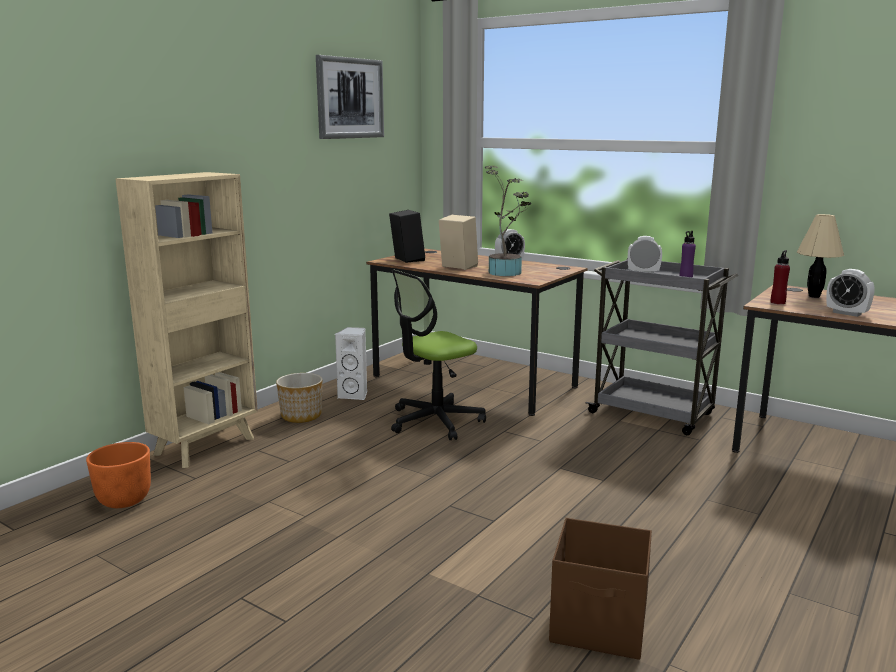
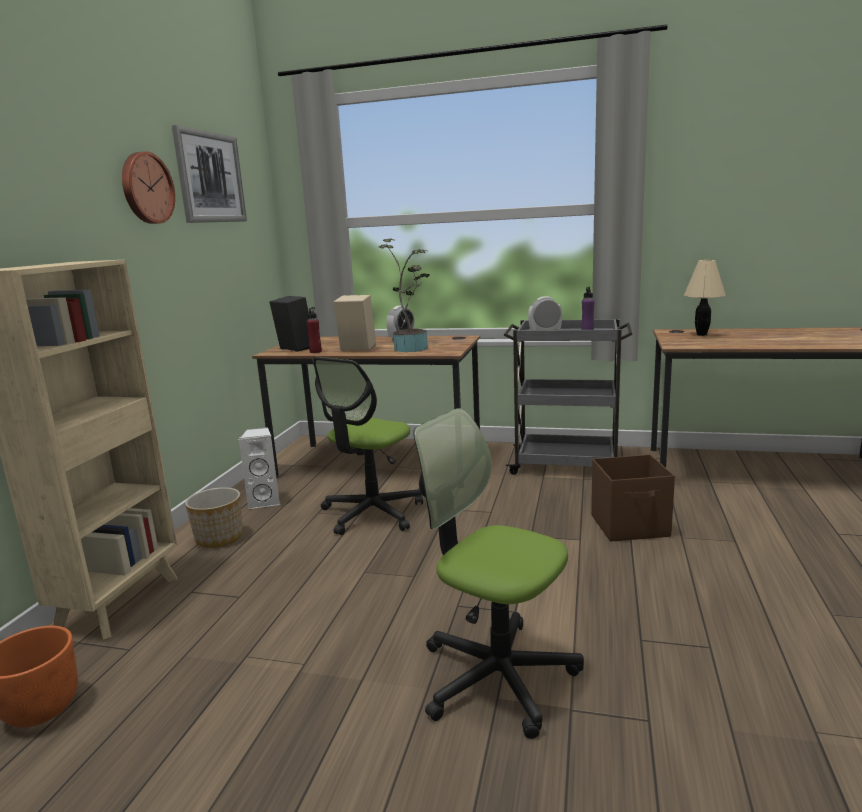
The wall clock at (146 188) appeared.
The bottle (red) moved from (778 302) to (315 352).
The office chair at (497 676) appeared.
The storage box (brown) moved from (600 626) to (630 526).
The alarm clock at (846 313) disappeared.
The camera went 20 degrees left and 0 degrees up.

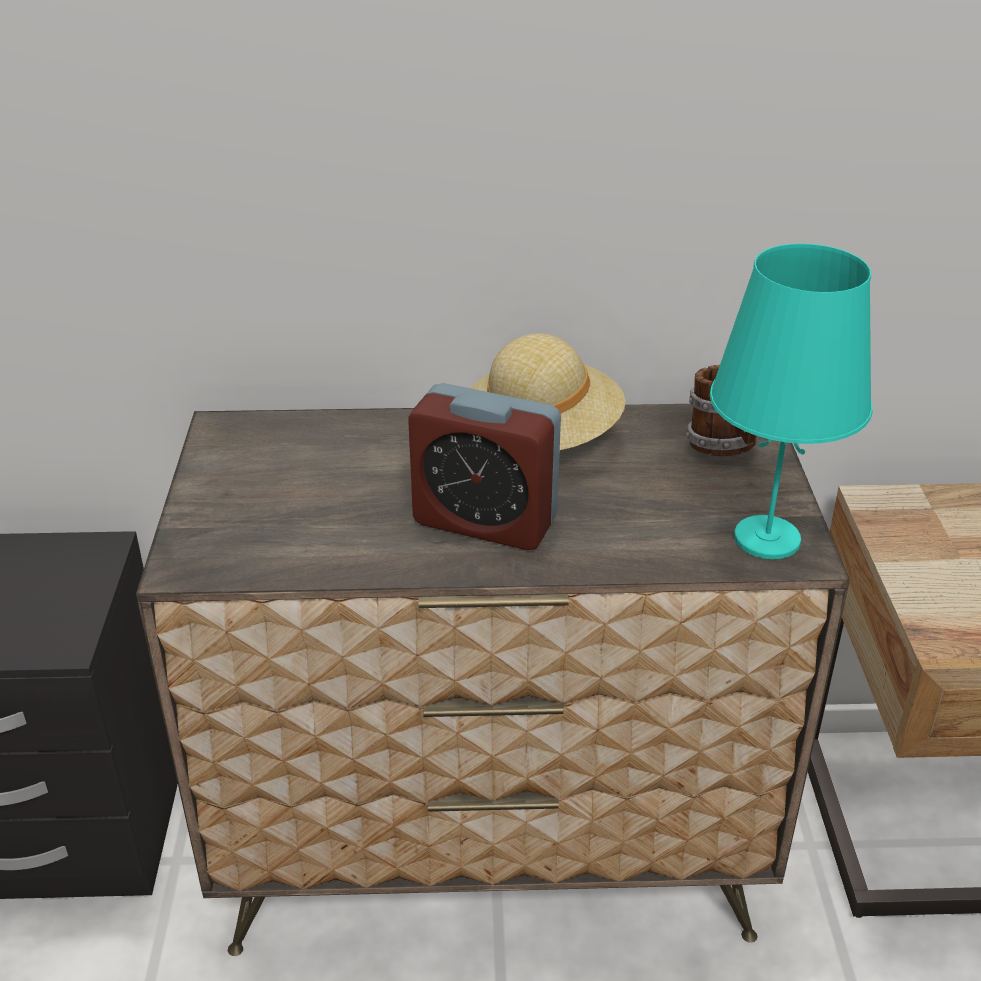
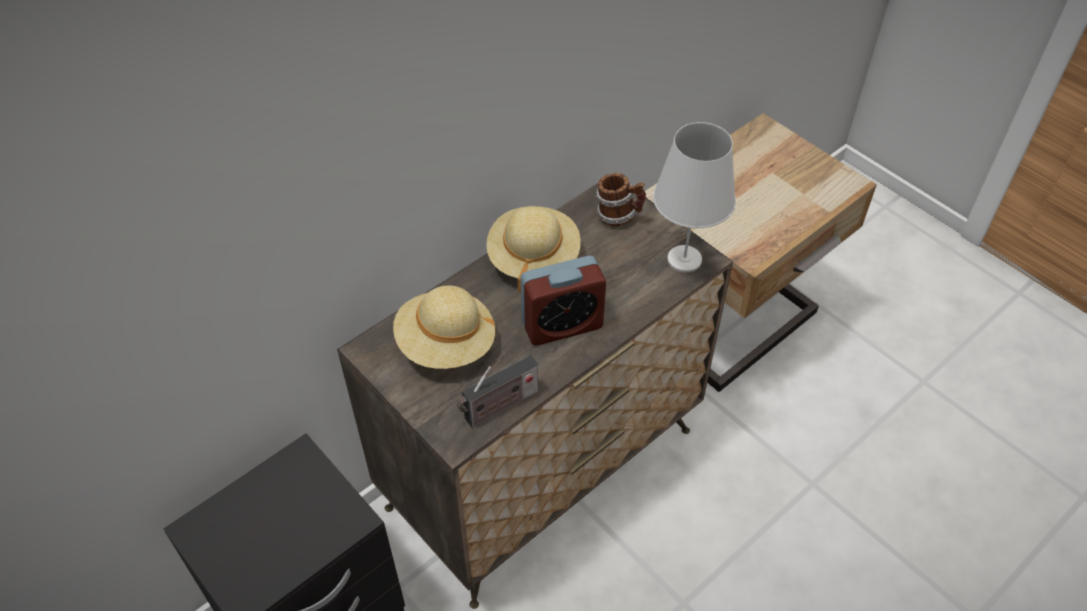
The hat (beige) at (446 344) appeared.
The radio at (498 407) appeared.
The table lamp (turquoise) at (765 538) became the table lamp (white) at (683 259).
The camera went 40 degrees left and 15 degrees up.

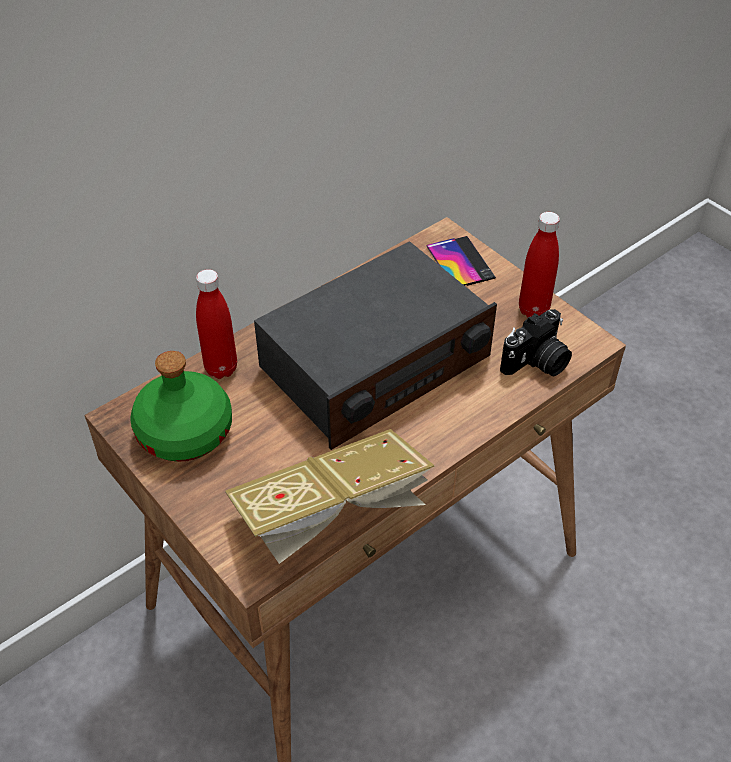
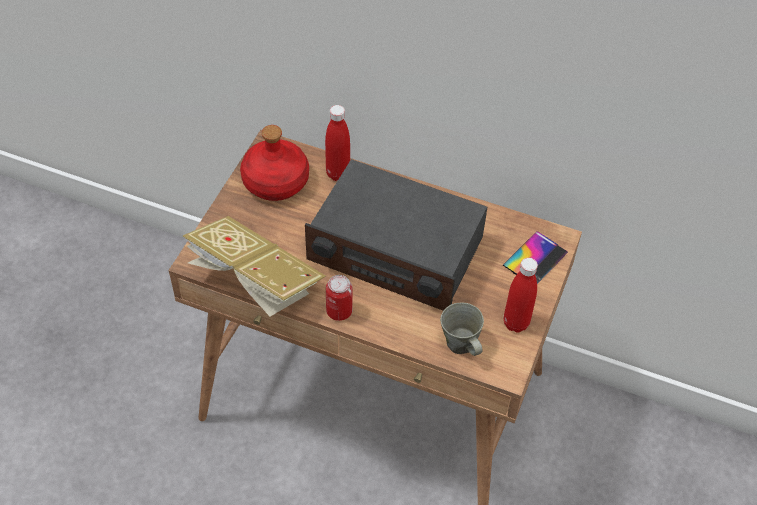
The bottle (green) at (186 432) became the bottle (red) at (276 182).
The can at (339 311) appeared.
The photo camera at (537 363) was replaced by the mug (grey) at (461 344).
The camera went 60 degrees right and 5 degrees up.

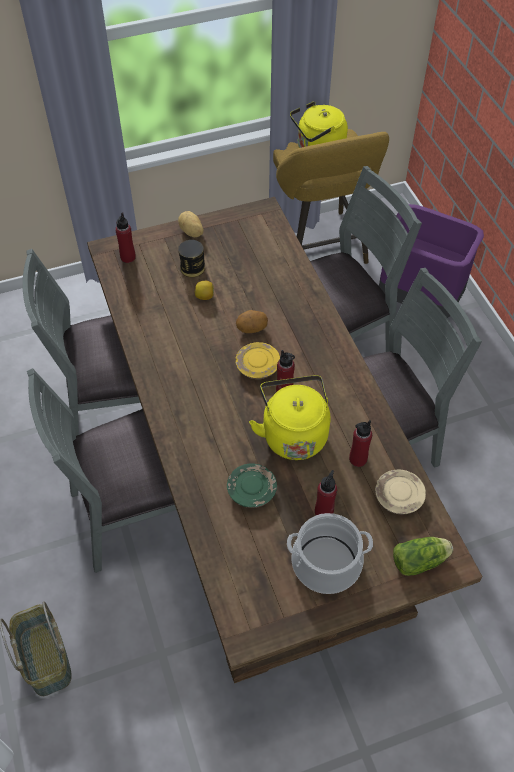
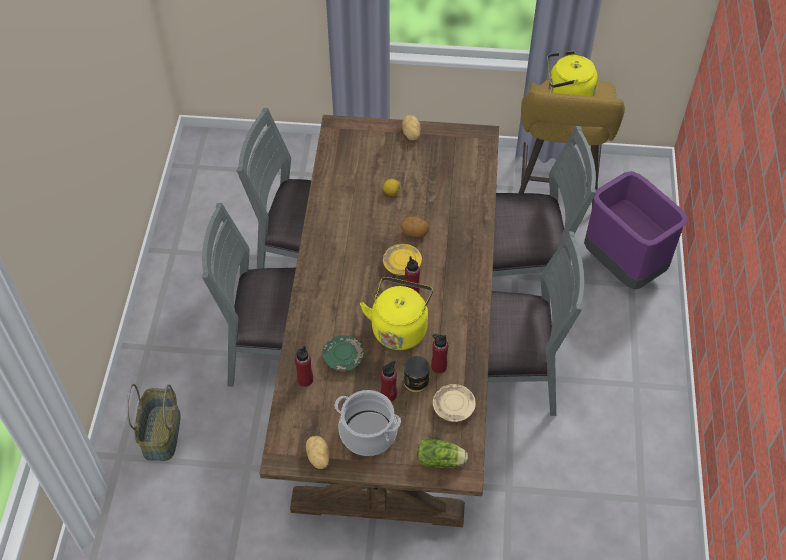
The bottle (red) moved from (128 257) to (305 380).
The potato at (317 457) appeared.
The can moved from (192 268) to (416 381).
The camera went 25 degrees right and 0 degrees up.

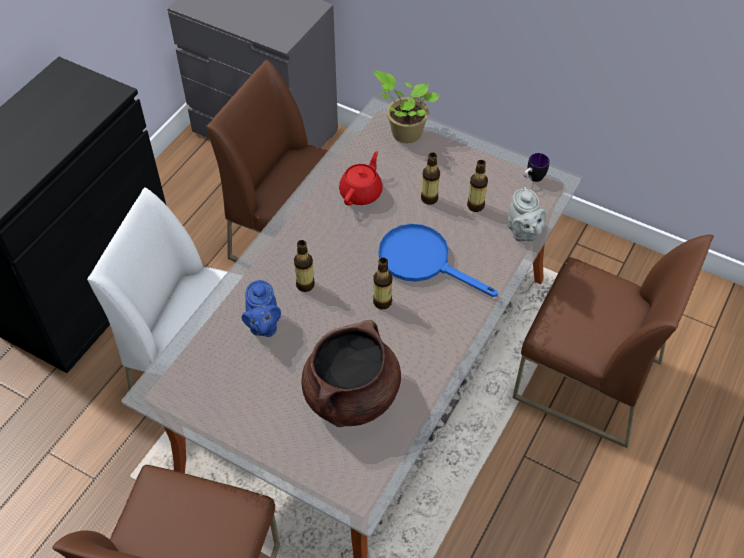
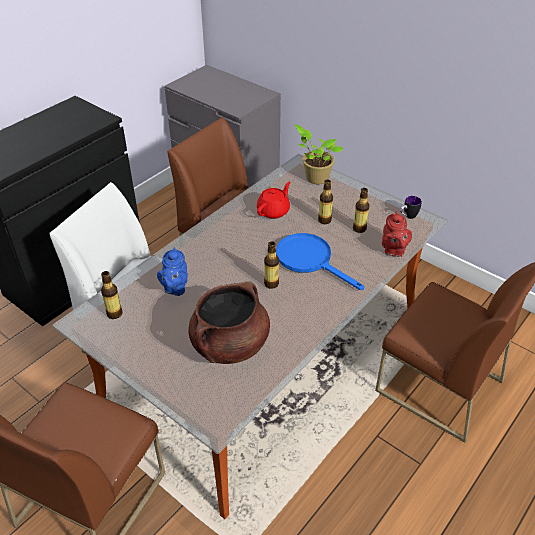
The bottle moved from (305 285) to (114 314).
The teapot (grey) at (523 232) became the teapot (red) at (393 250).
The camera went 10 degrees right and 10 degrees down.

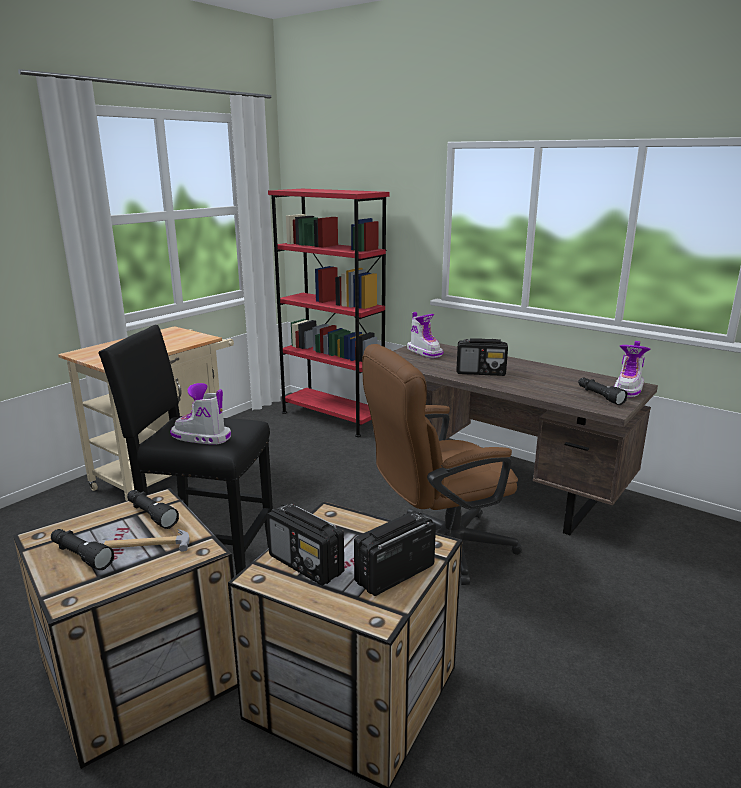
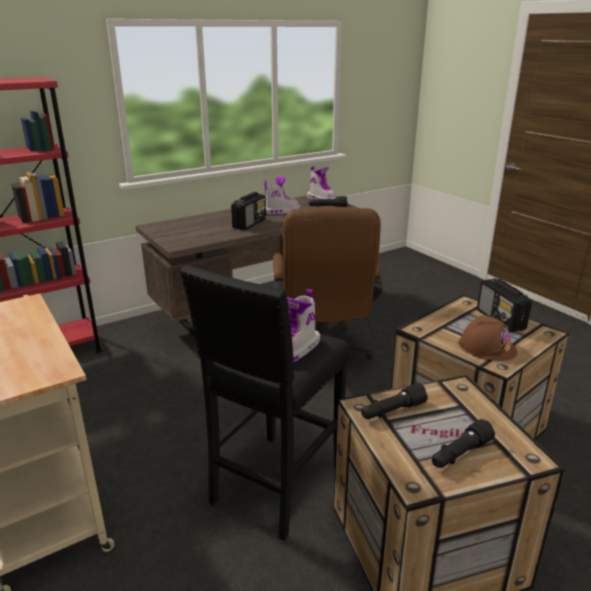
The boot moved from (424 352) to (281 211).
The radio at (306 565) was replaced by the hard hat (brown) at (487 346).
The hammer at (148 544) disappeared.
The camera went 70 degrees left and 5 degrees up.

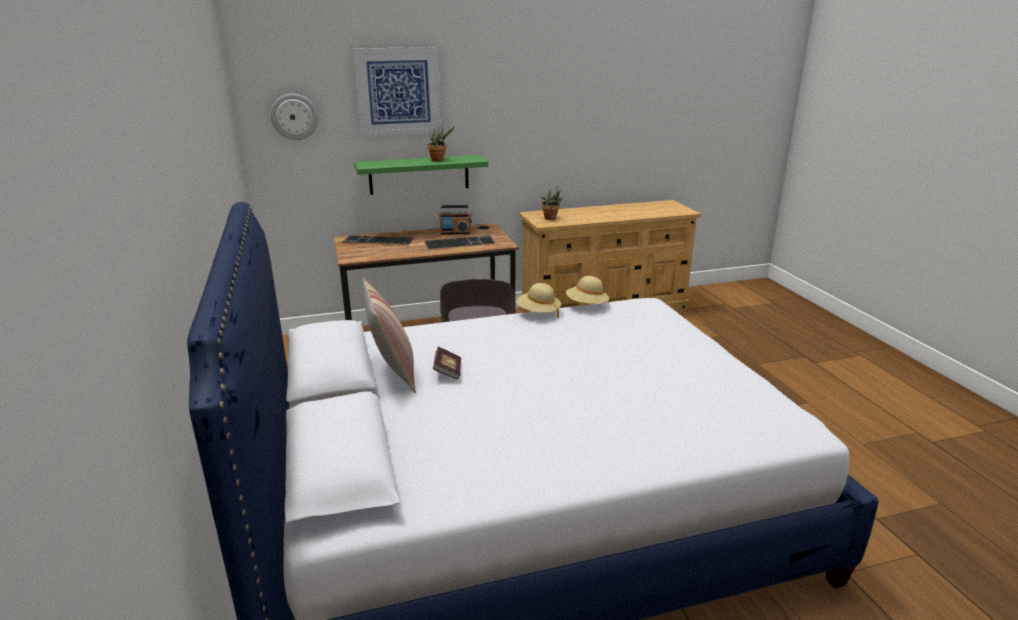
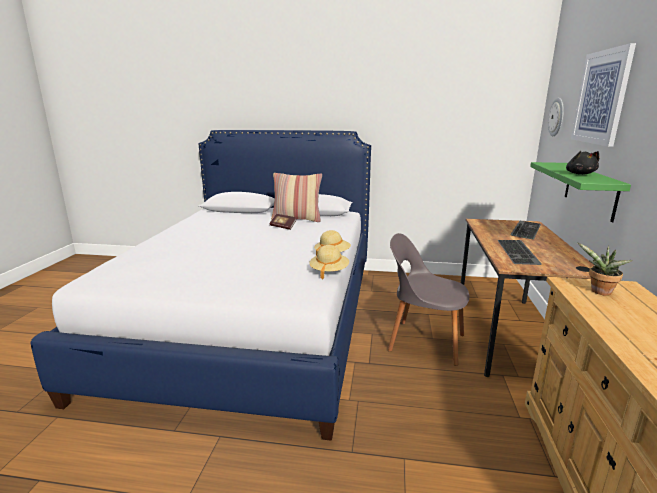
The potted plant at (439 160) was replaced by the plush toy (black) at (580 174).
The radio at (455 233) disappeared.
The camera went 115 degrees right and 5 degrees down.

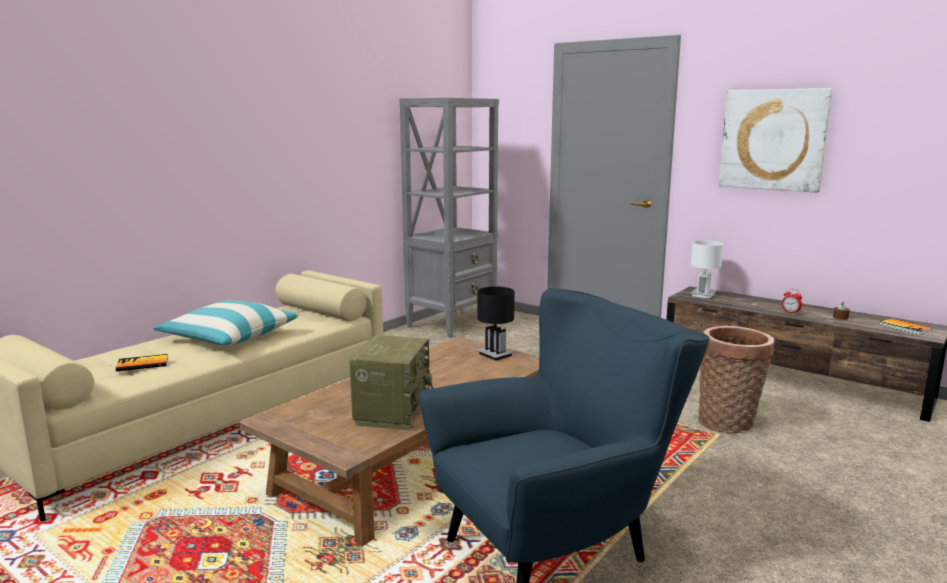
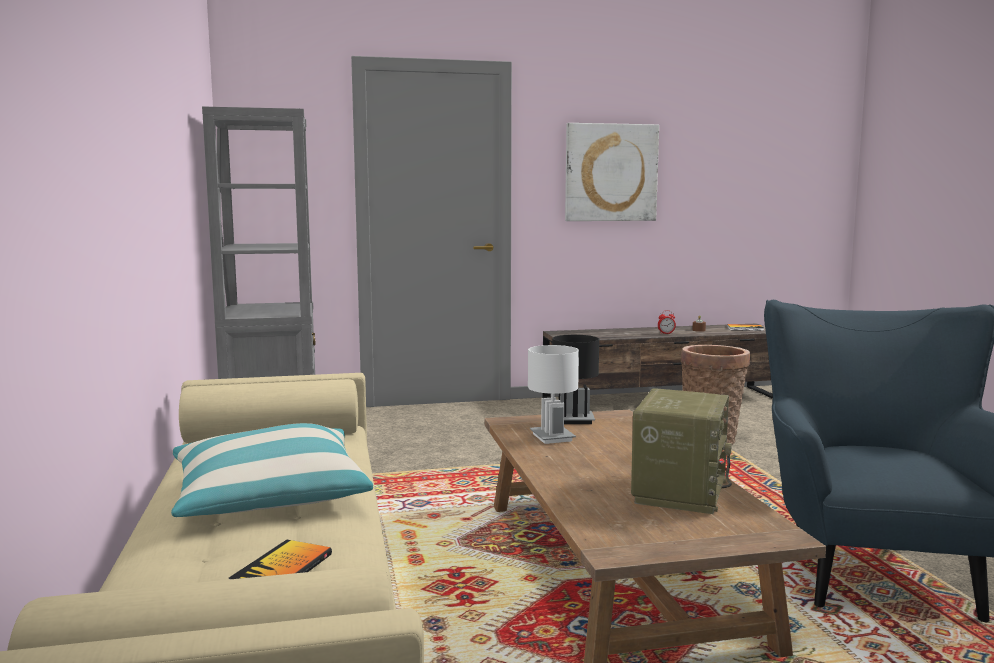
The table lamp (white) moved from (702 295) to (551 437).
The radio at (392 412) turned 60 degrees clockwise.
The camera went 50 degrees left and 5 degrees down.

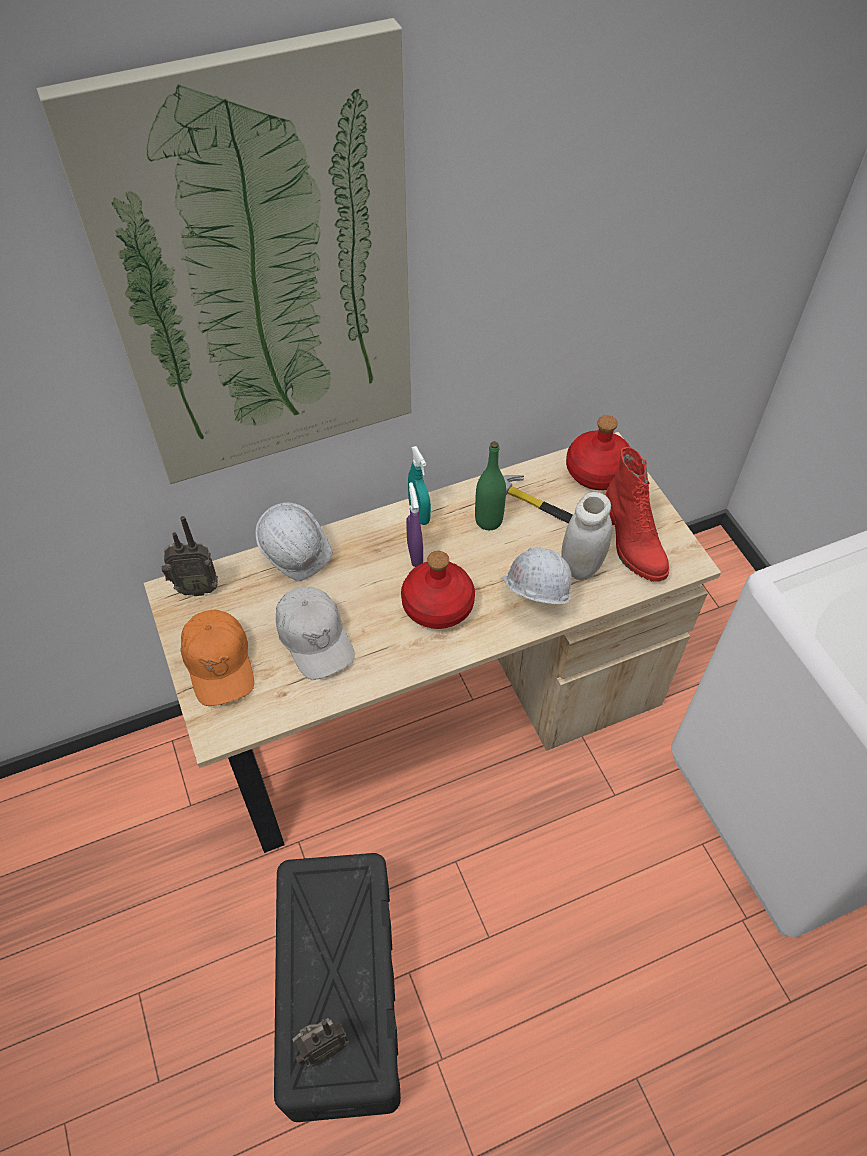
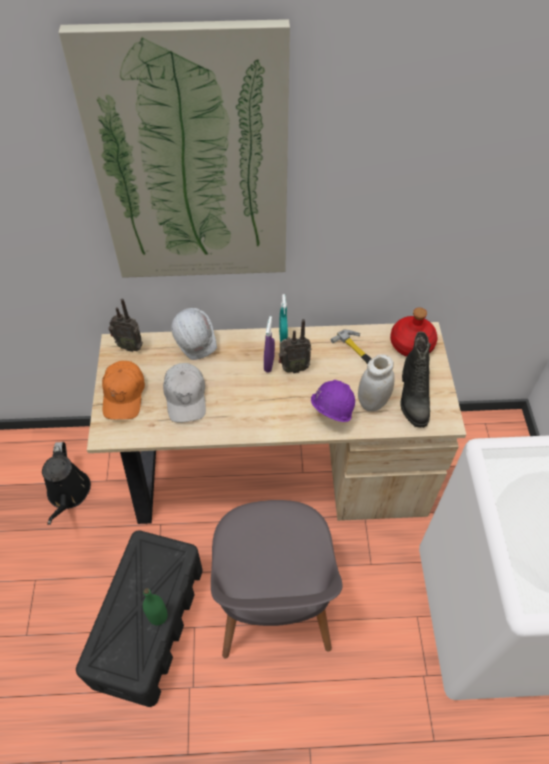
The watering can (black) at (68 494) appeared.
The bottle (green) moved from (488 520) to (158 616).
The chair (grey) at (273 601) appeared.
The radio moved from (322 1048) to (293 368).
The hard hat (white) at (531 604) became the hard hat (purple) at (329 417).
The boot (red) at (631 545) became the boot (black) at (412 398).
The bottle (red) at (437 605) disappeared.
The camera went 20 degrees right and 0 degrees up.

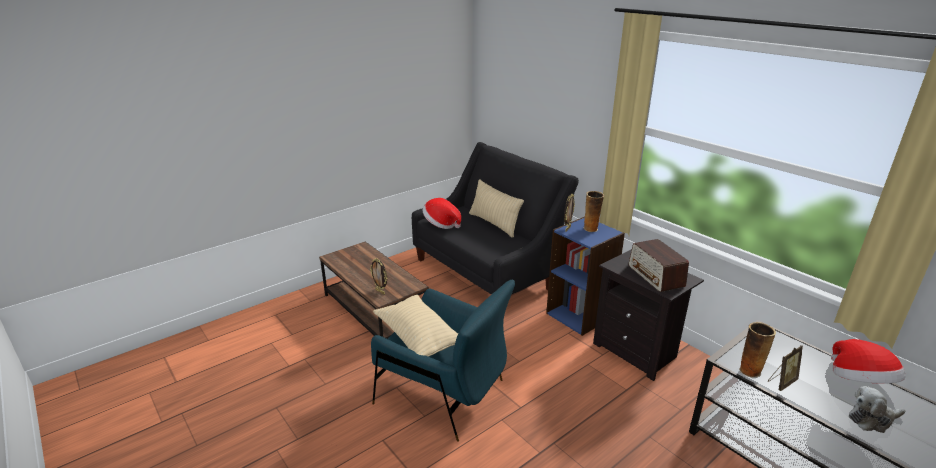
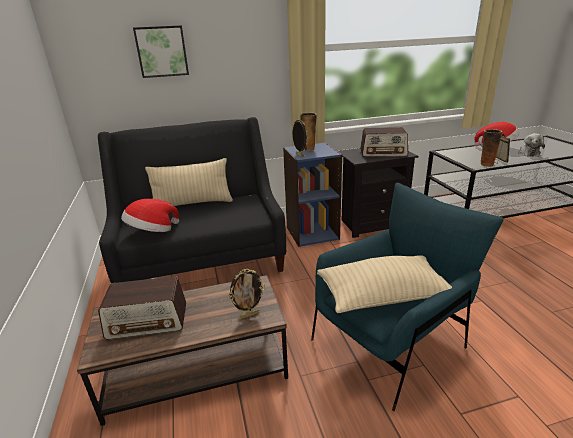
The radio at (148 321) appeared.
The picture at (162 51) appeared.
The camera went 65 degrees left and 0 degrees up.

